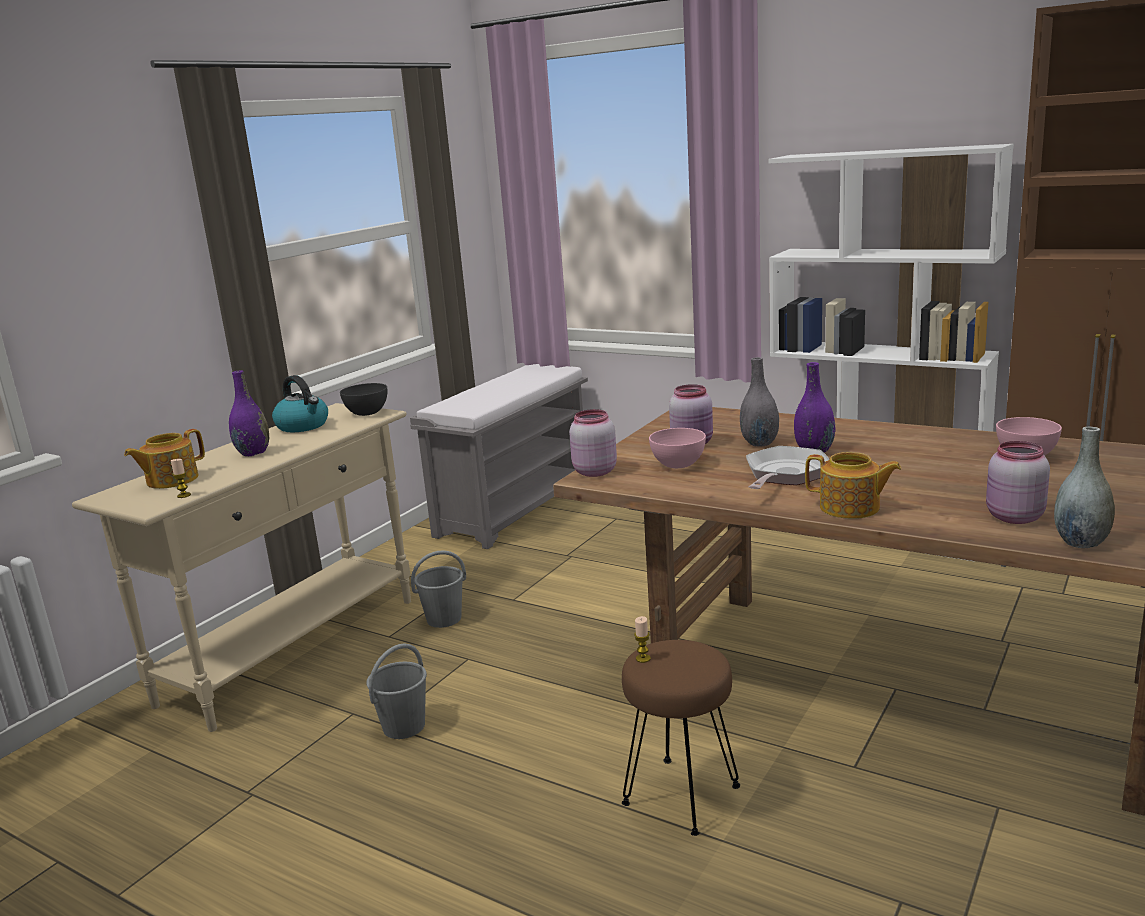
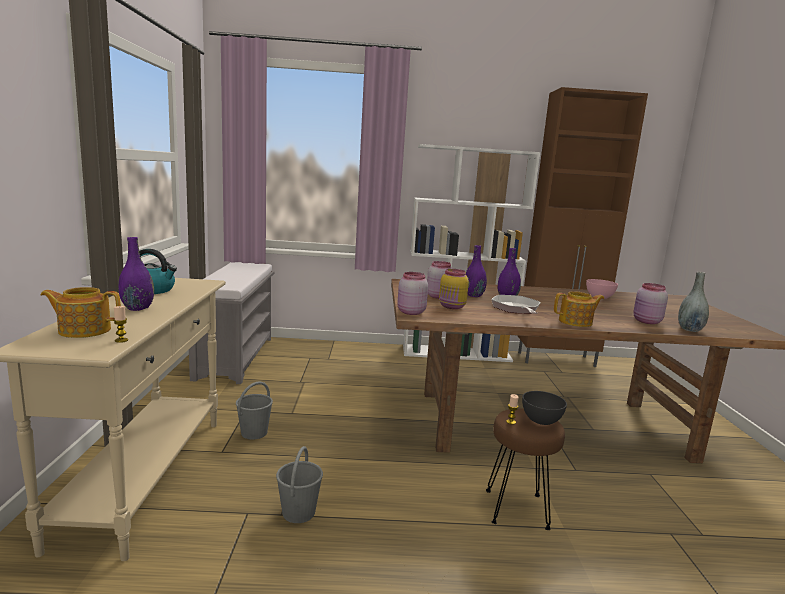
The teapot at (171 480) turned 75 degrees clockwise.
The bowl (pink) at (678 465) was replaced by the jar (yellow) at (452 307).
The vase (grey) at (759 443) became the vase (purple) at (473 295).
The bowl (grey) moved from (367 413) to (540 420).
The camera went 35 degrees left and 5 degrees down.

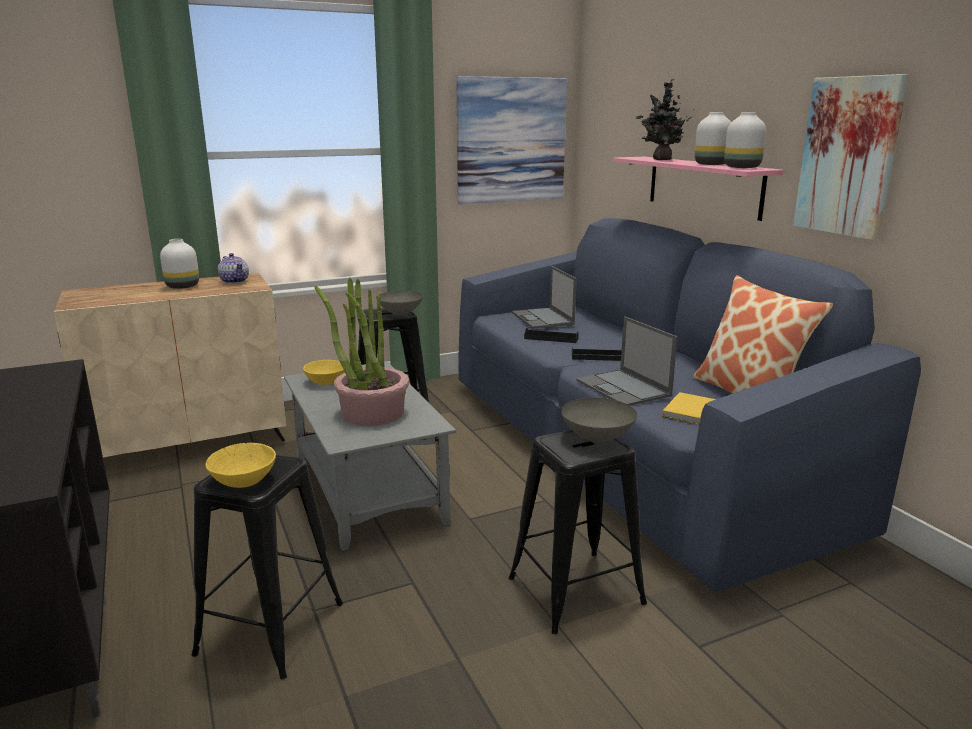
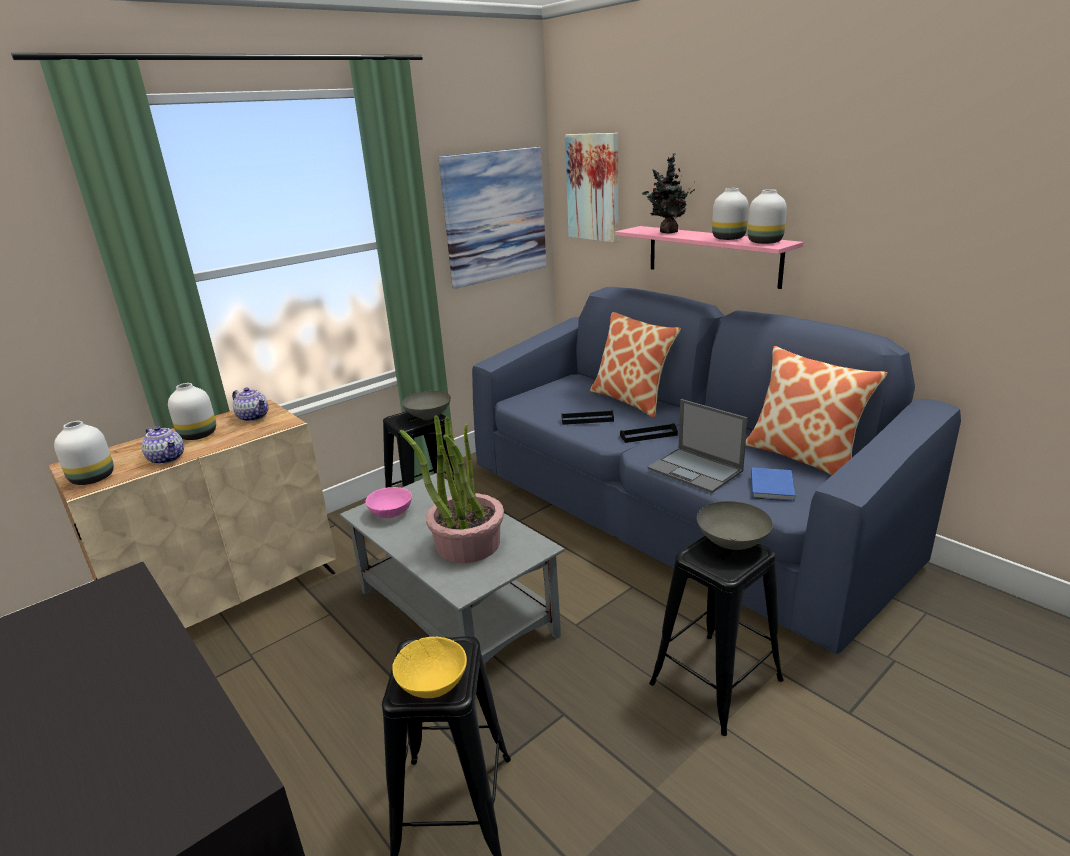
The vase (white) at (92 478) appeared.
The teapot at (167 458) appeared.
The bowl (yellow) at (325 382) became the bowl (pink) at (390 513).
The picture moved from (848 156) to (593 187).
The pillow at (632 400) appeared.
The book (yellow) at (692 411) became the book (blue) at (772 486).
The laptop at (543 318) disappeared.
The camera went 15 degrees left and 5 degrees up.

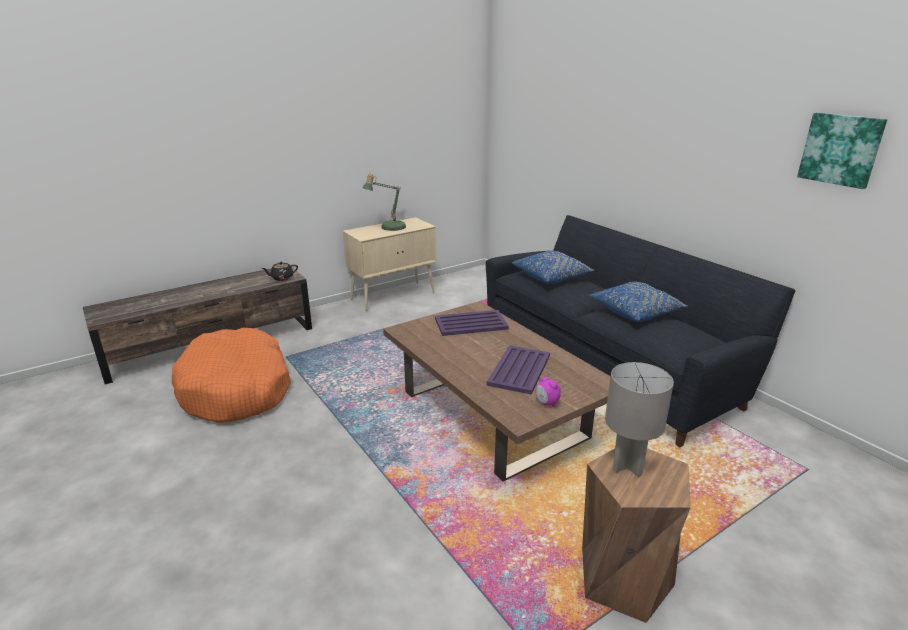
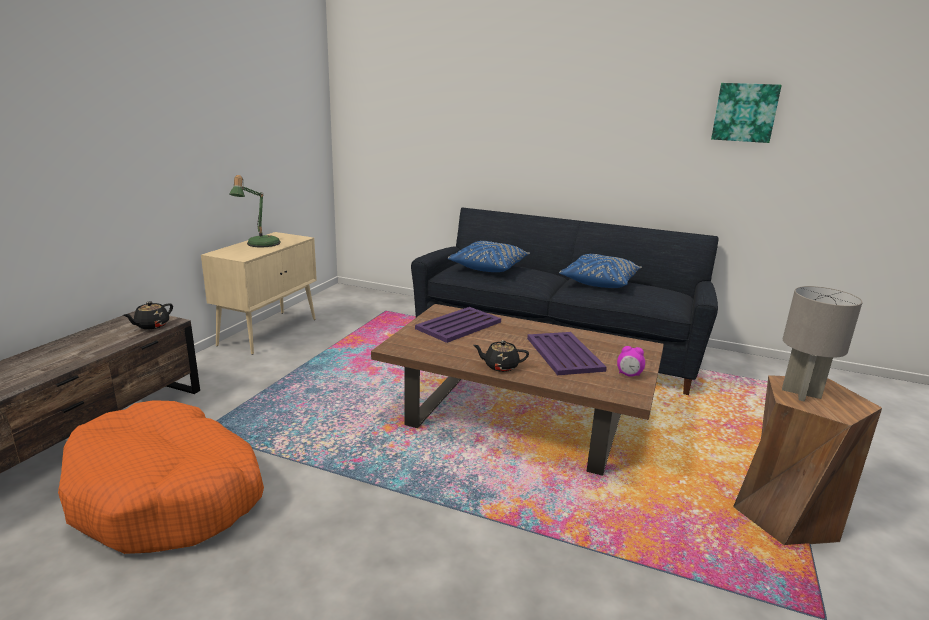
The teapot (black) at (500 366) appeared.
The camera went 35 degrees left and 5 degrees down.

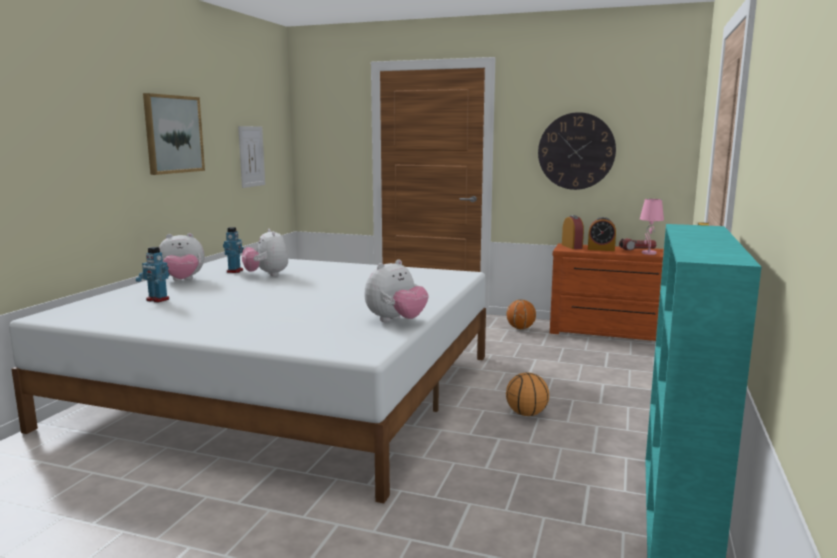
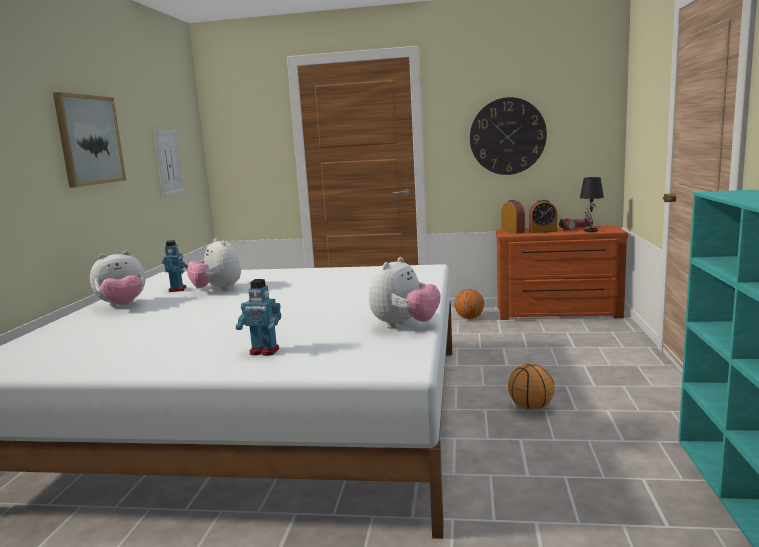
The toy robot moved from (157 300) to (264 351).
The table lamp (pink) at (648 253) became the table lamp (black) at (590 231).
The camera went 10 degrees left and 0 degrees up.

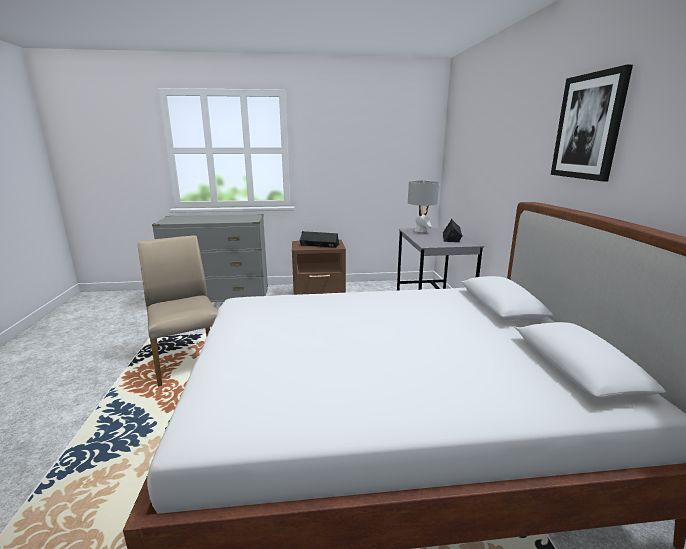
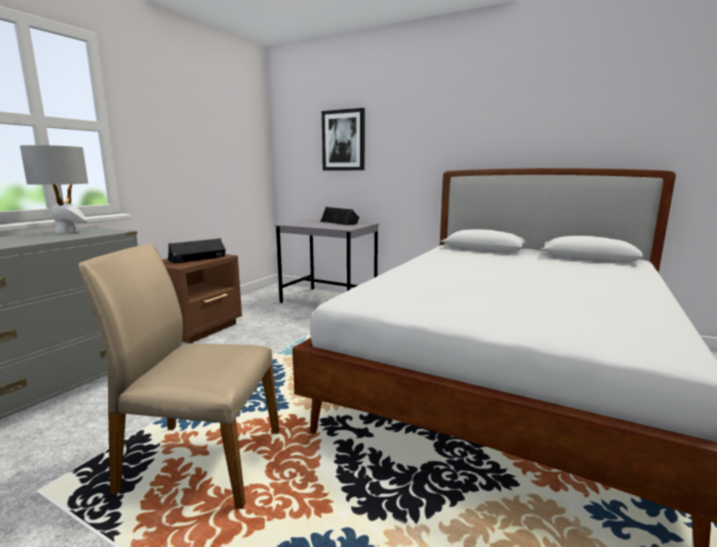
The table lamp (grey) moved from (420 231) to (66 231).
The picture moved from (588 127) to (343 140).
The camera went 55 degrees left and 5 degrees down.

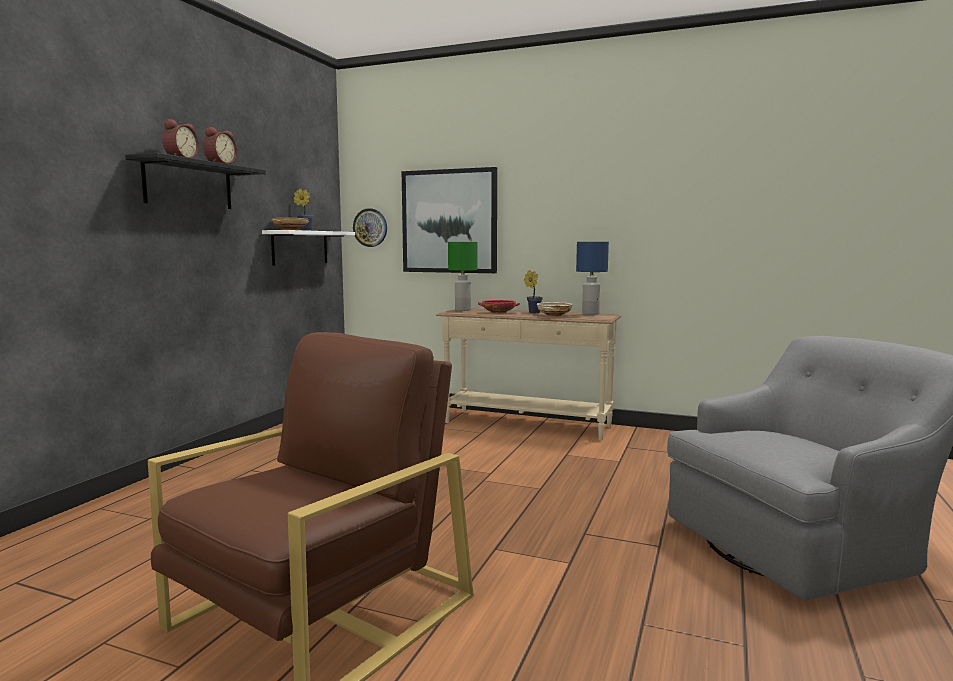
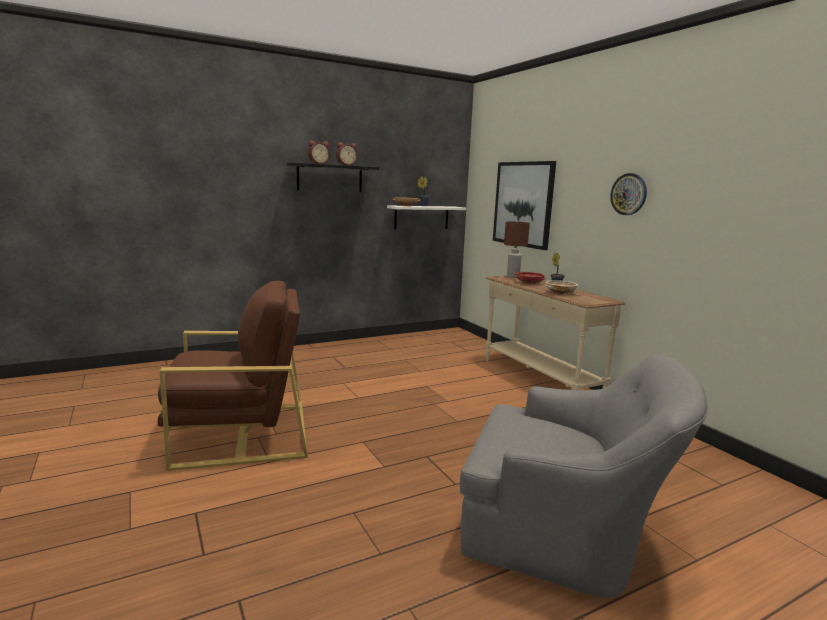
The table lamp (green) at (462 310) became the table lamp (brown) at (512 276).
The wall clock moved from (370 227) to (629 194).
The table lamp (blue) at (590 314) disappeared.
The camera went 40 degrees right and 5 degrees up.

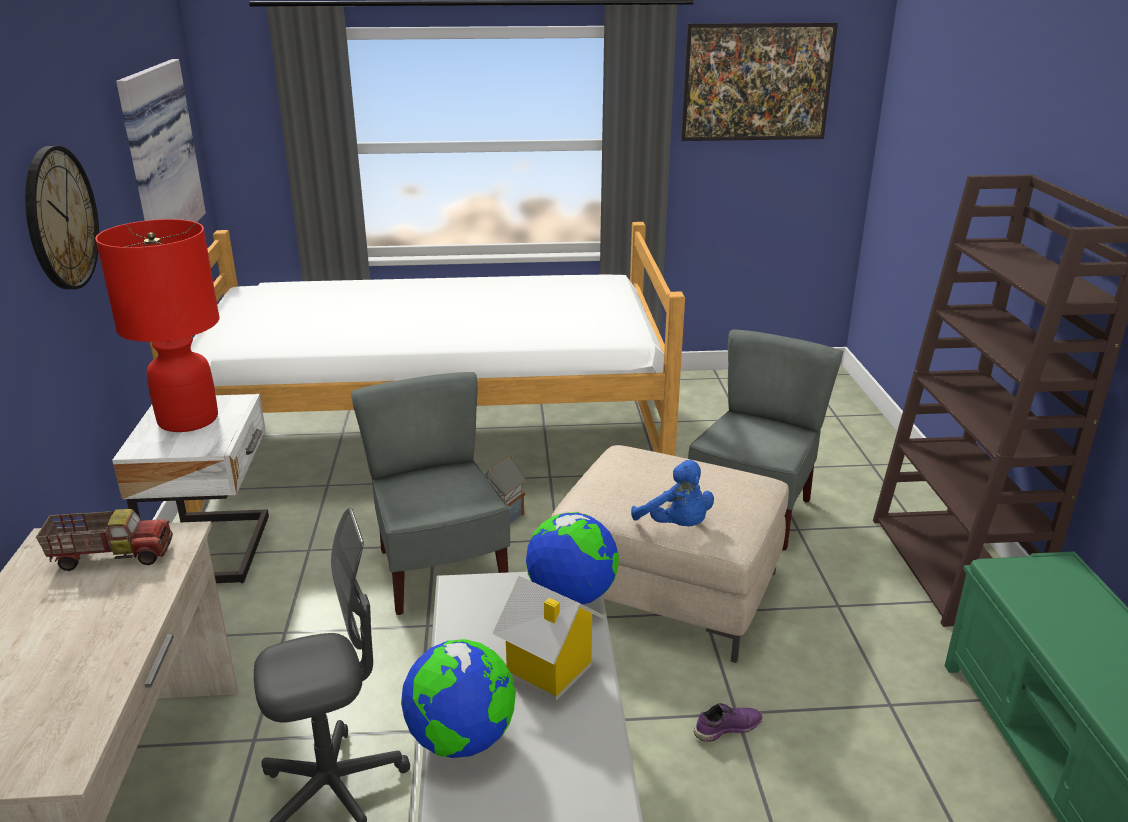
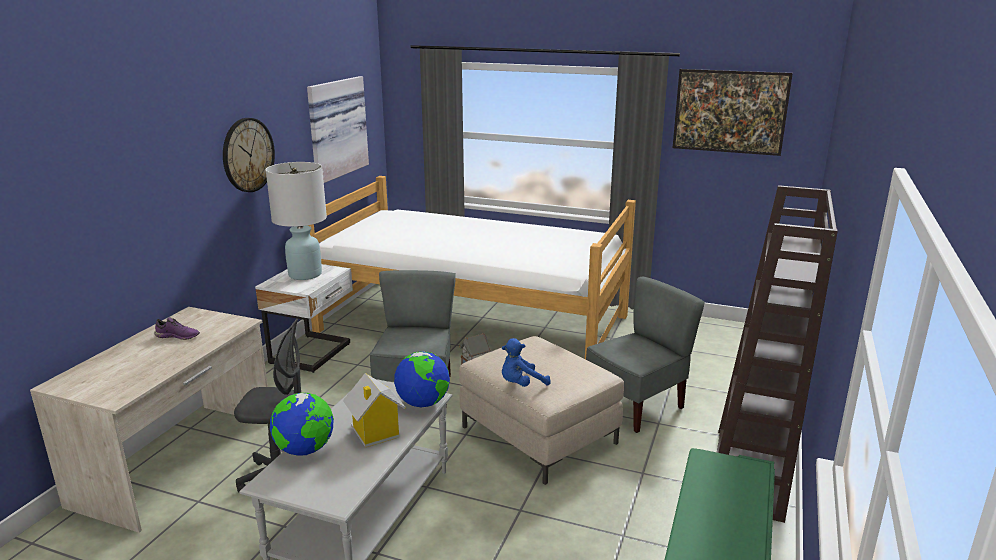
The shoe (purple) moved from (726 728) to (178 336).
The table lamp (red) at (188 420) became the table lamp (white) at (305 274).
The plush toy (blue) at (676 525) turned 75 degrees clockwise.
The toy truck at (111 555) disappeared.
The camera went 25 degrees right and 5 degrees down.

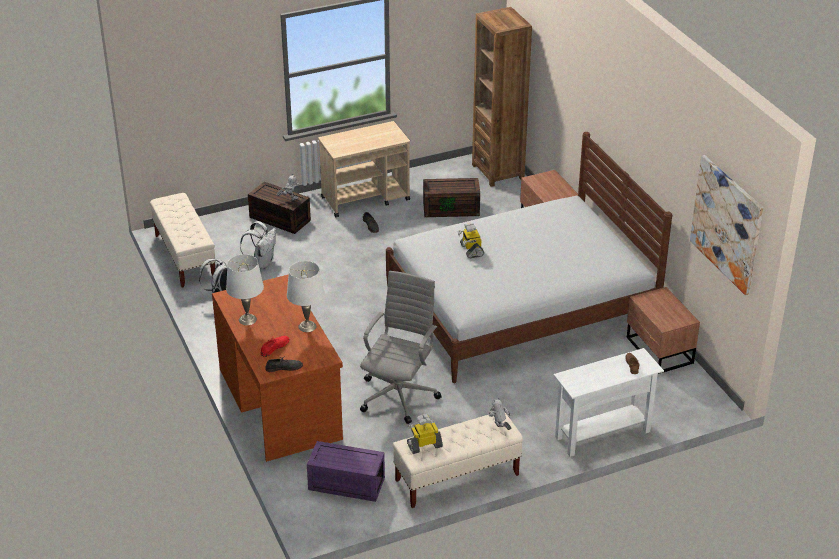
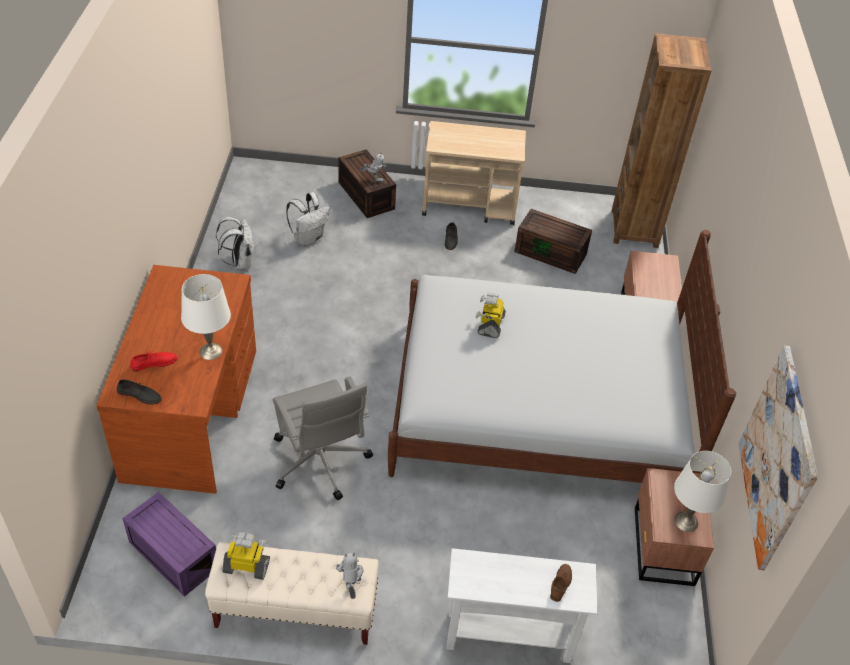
The office chair (grey) at (399 394) turned 105 degrees clockwise.
The table lamp (white) moved from (247 320) to (686 522).
The bench (beige) at (185 257) disappeared.
The camera went 25 degrees right and 10 degrees up.

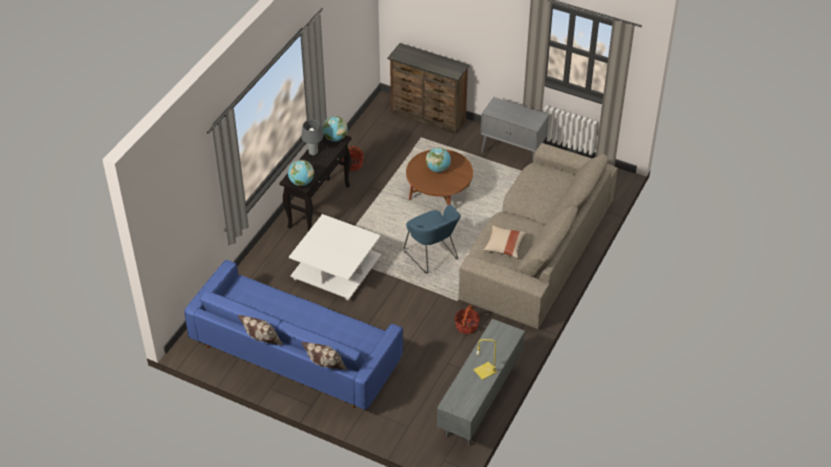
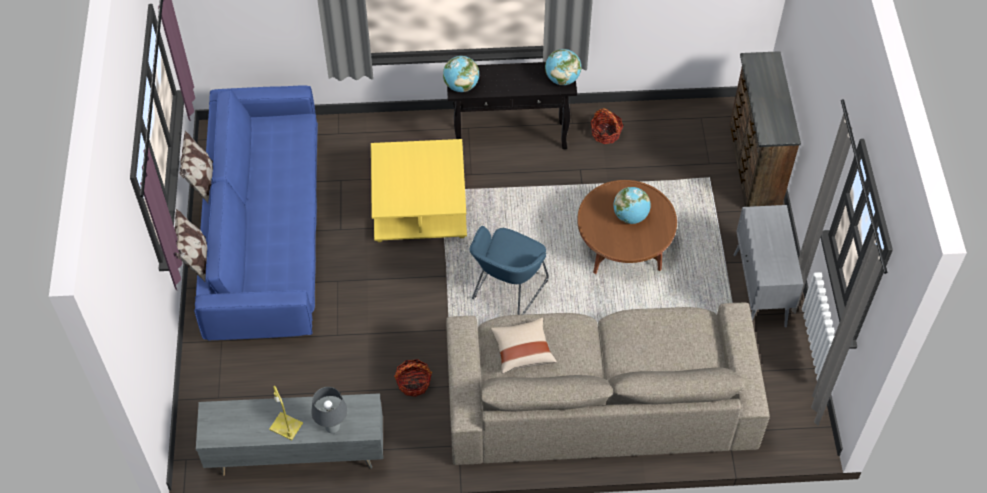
The table lamp (grey) moved from (313 153) to (332 427).
The coffee table (white) at (335 270) became the coffee table (yellow) at (418 205).
The camera went 60 degrees right and 10 degrees up.

